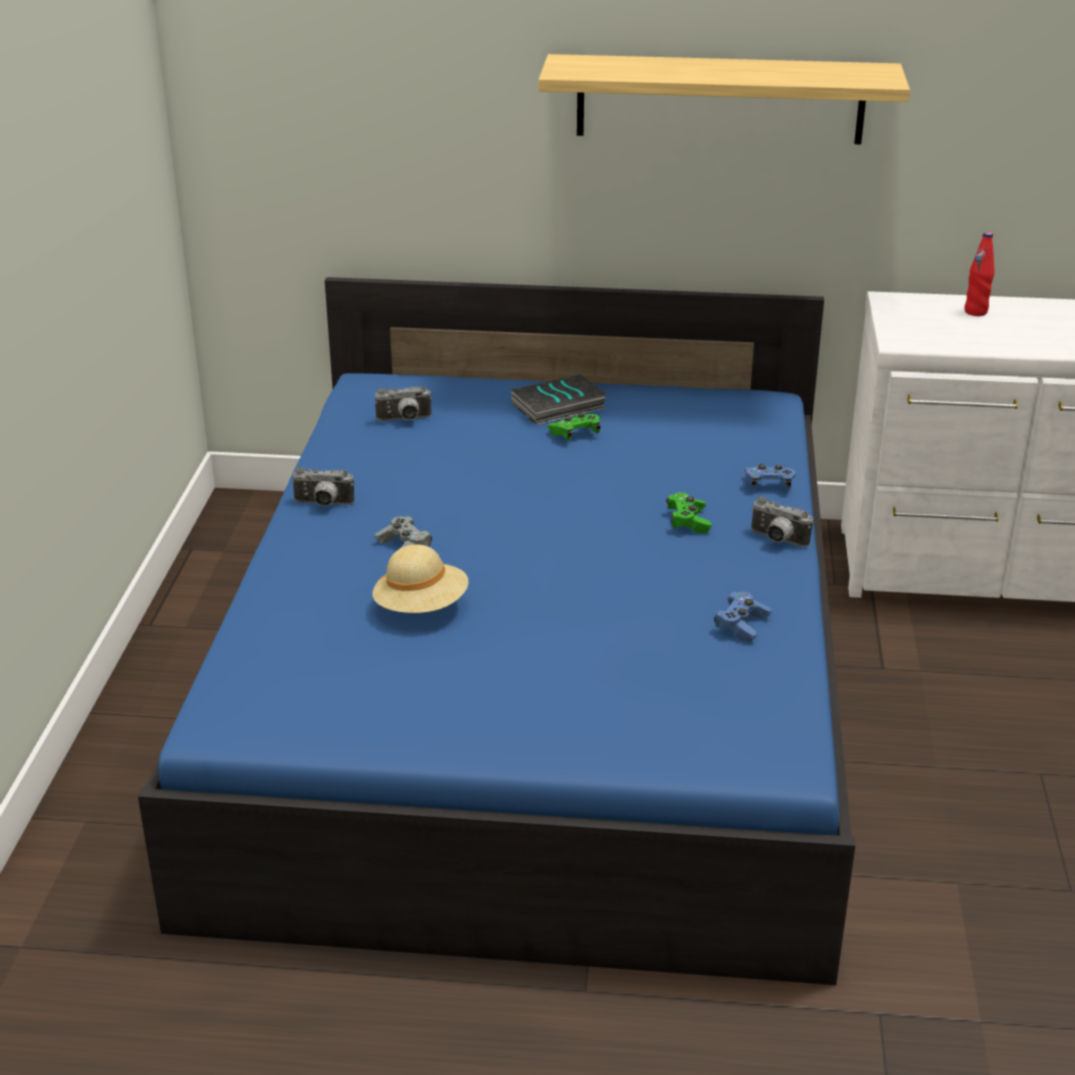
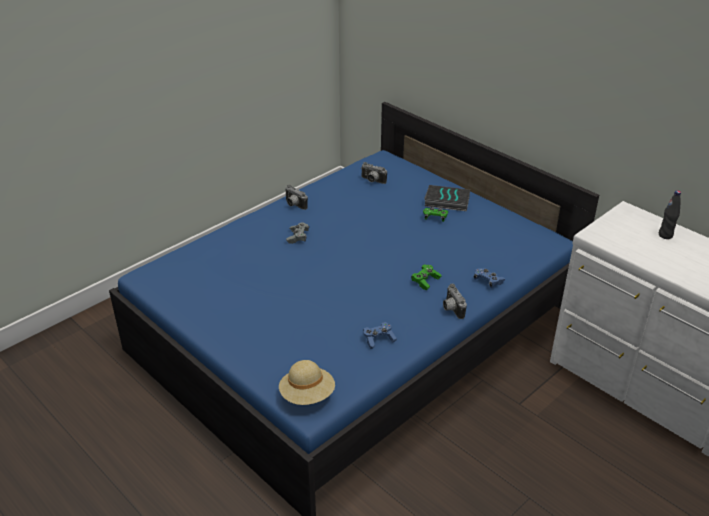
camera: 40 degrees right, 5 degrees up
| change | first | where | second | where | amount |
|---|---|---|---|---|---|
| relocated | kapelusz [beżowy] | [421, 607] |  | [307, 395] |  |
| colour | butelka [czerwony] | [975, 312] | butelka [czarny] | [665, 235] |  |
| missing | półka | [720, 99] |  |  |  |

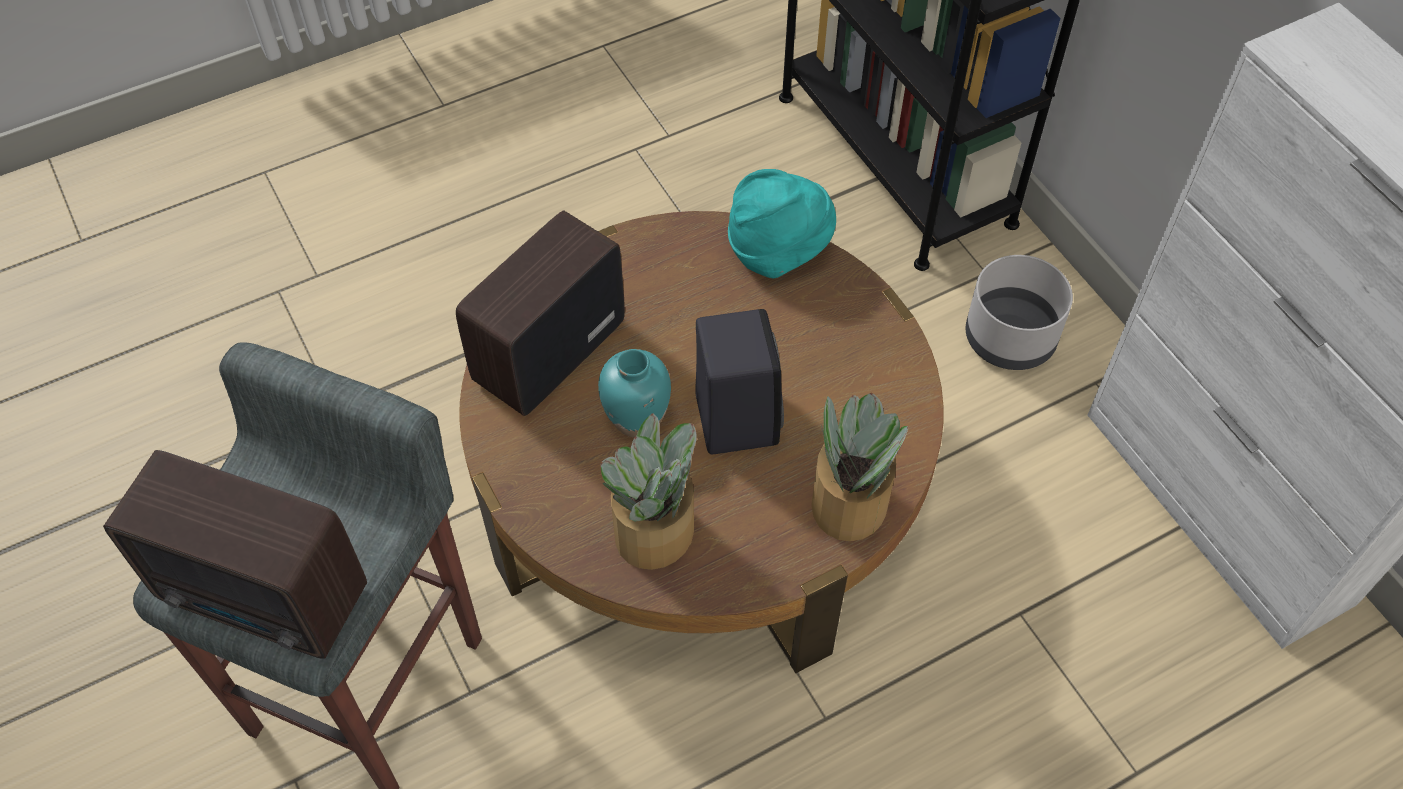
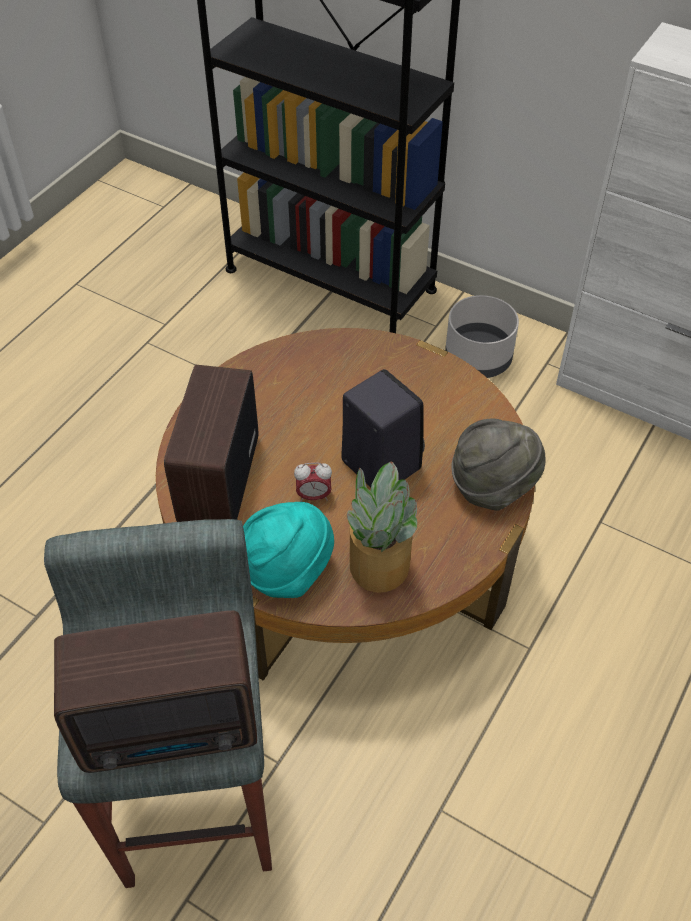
camera: 30 degrees left, 5 degrees down
| change | first | where | second | where | amount |
|---|---|---|---|---|---|
| relocated | kapelusz [turkusowy] | [778, 251] |  | [286, 569] |  |
| exchanged | wazon [turkusowy] | [637, 419] | budzik | [313, 496] |  |
| exchanged | roślina doniczkowa | [848, 506] | kapelusz [szary] | [493, 485] |  |

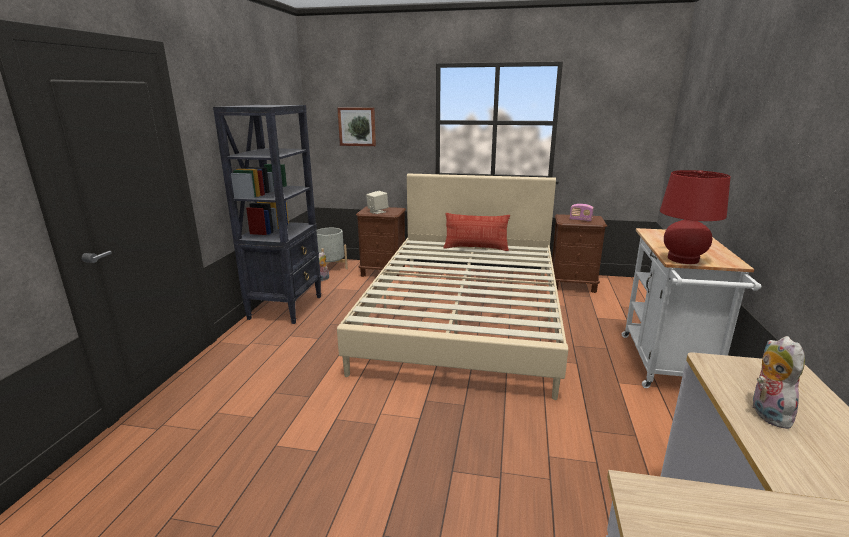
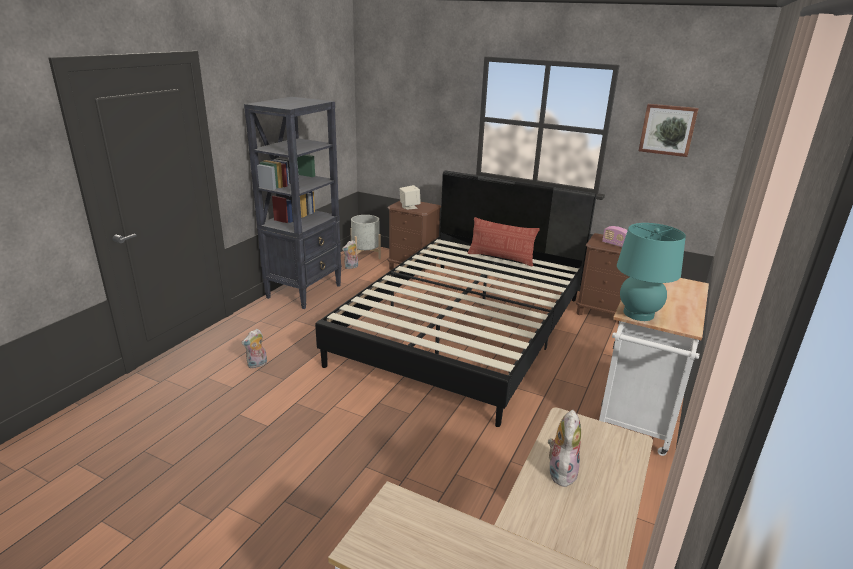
camera: 15 degrees right, 5 degrees up
| change | first | where | second | where | amount |
|---|---|---|---|---|---|
| appeared |  |  | pluszak | [257, 365] |  |
| colour | łóżko [beżowy] | [465, 317] | łóżko [czarny] | [465, 329] |  |
| colour | lampa stołowa [czerwony] | [683, 259] | lampa stołowa [turkusowy] | [638, 314] |  |
| relocated | obraz | [357, 126] |  | [667, 129] |  |

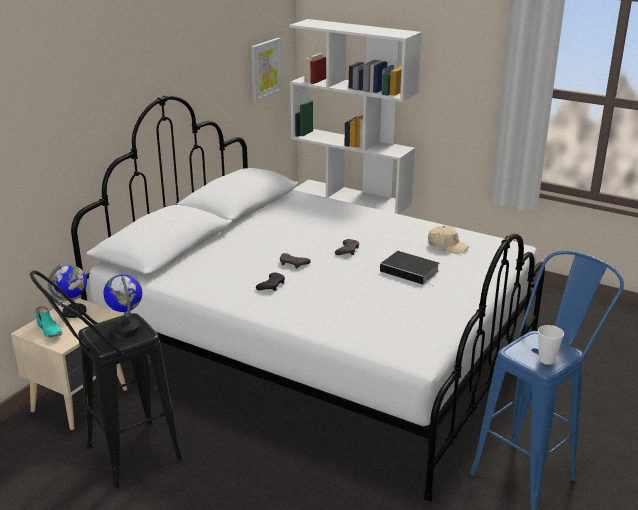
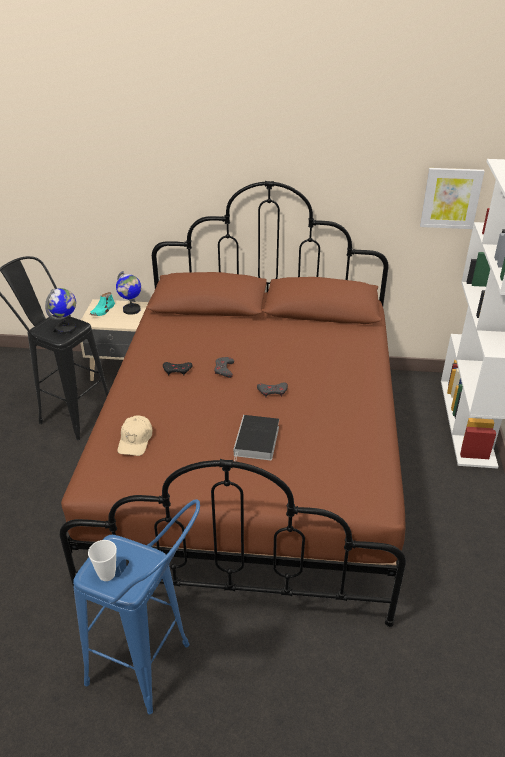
camera: 65 degrees right, 10 degrees up
| change | first | where | second | where | amount |
|---|---|---|---|---|---|
| colour | łóżko [biały] | [319, 354] | łóżko [brązowy] | [253, 464] |  |
| relocated | czapka z daszkiem [beżowy] | [447, 246] |  | [135, 440] |  |

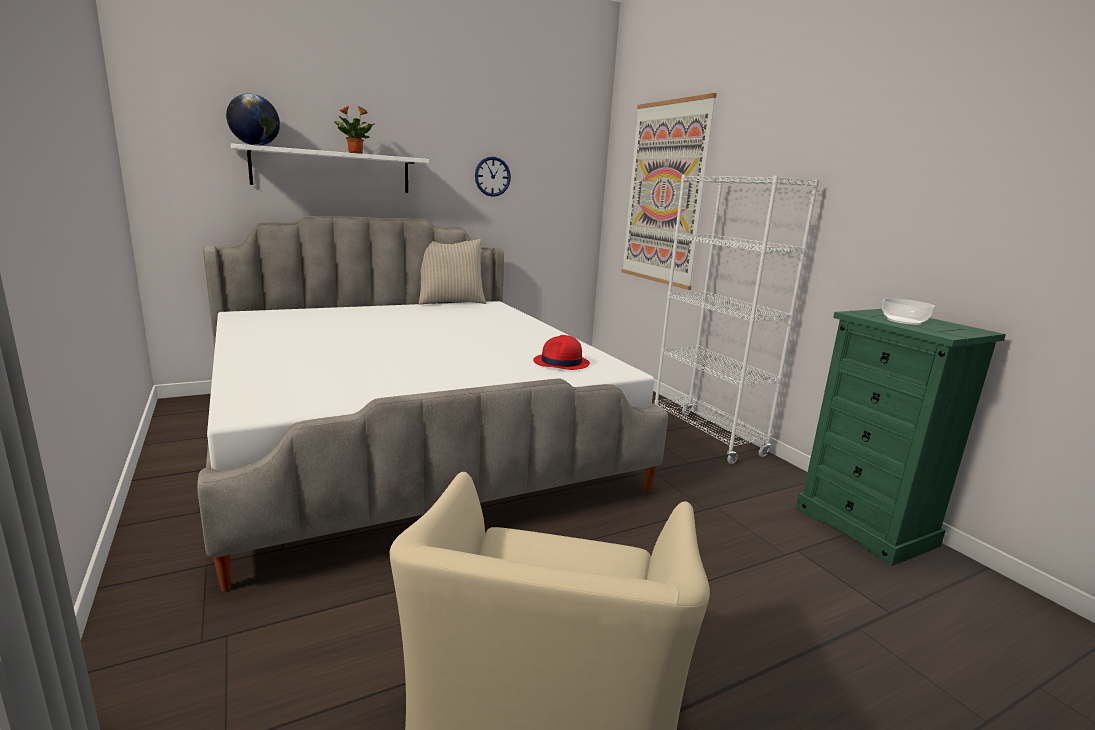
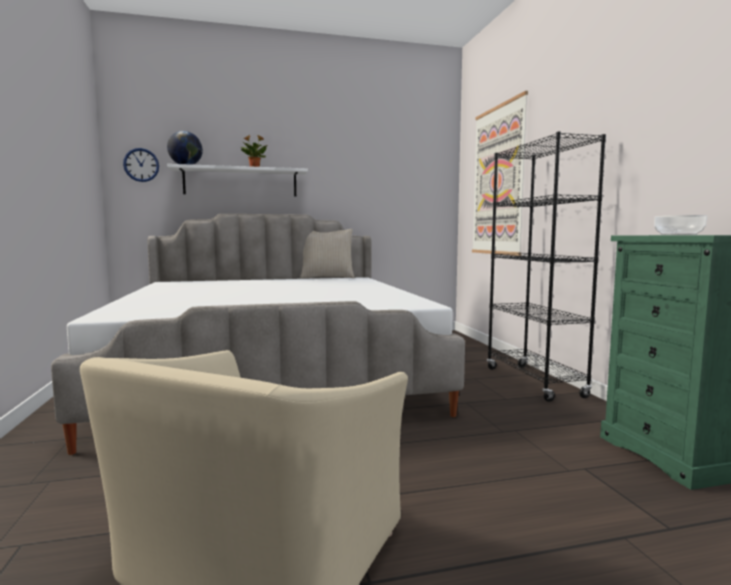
camera: 15 degrees right, 10 degrees down
| change | first | where | second | where | amount |
|---|---|---|---|---|---|
| relocated | zegar ścienny | [492, 176] |  | [141, 165] |  |
| colour | regał [biały] | [706, 437] | regał [czarny] | [534, 382] |  |
| missing | kapelusz [czerwony] | [561, 363] |  |  |  |

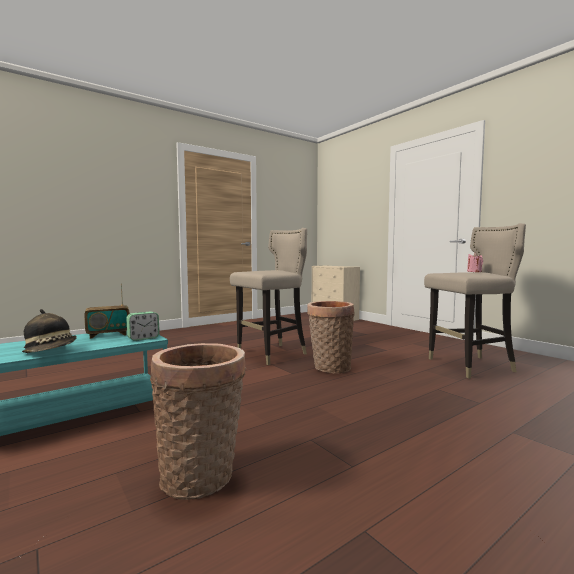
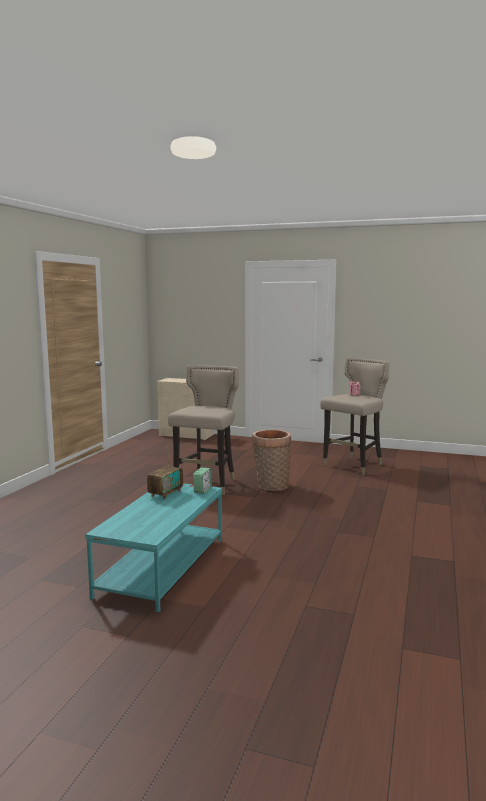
camera: 35 degrees left, 5 degrees up
| change | first | where | second | where | amount |
|---|---|---|---|---|---|
| missing | kapelusz | [51, 351] |  |  |  |
| missing | koszyk | [202, 475] |  |  |  |

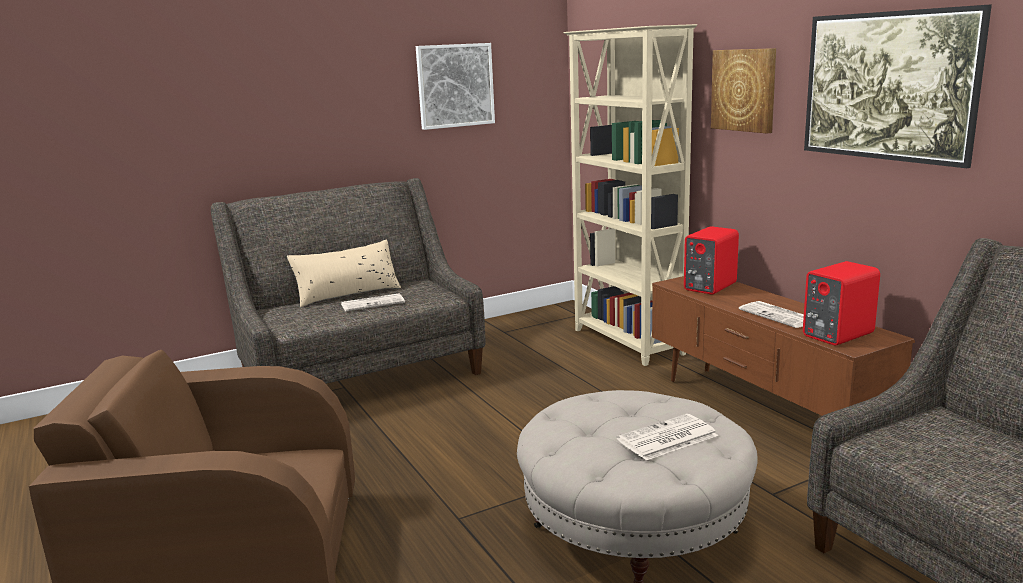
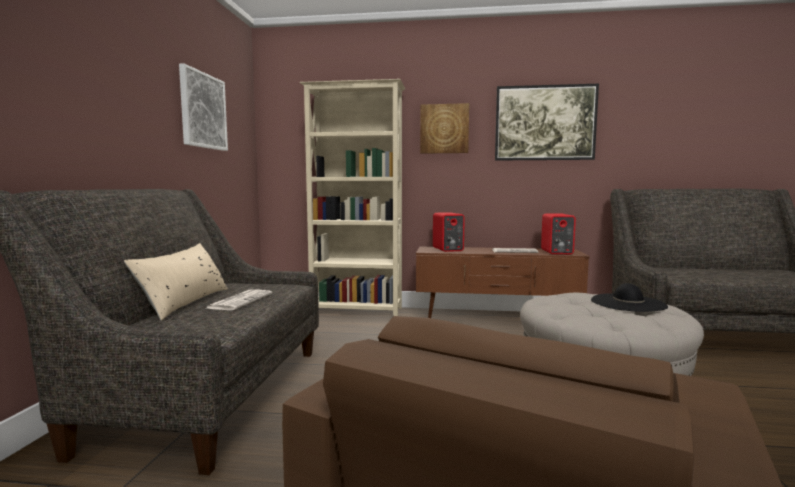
camera: 55 degrees left, 10 degrees down
| change | first | where | second | where | amount |
|---|---|---|---|---|---|
| exchanged | gazeta | [666, 438] | kapelusz [czarny] | [628, 303] |  |

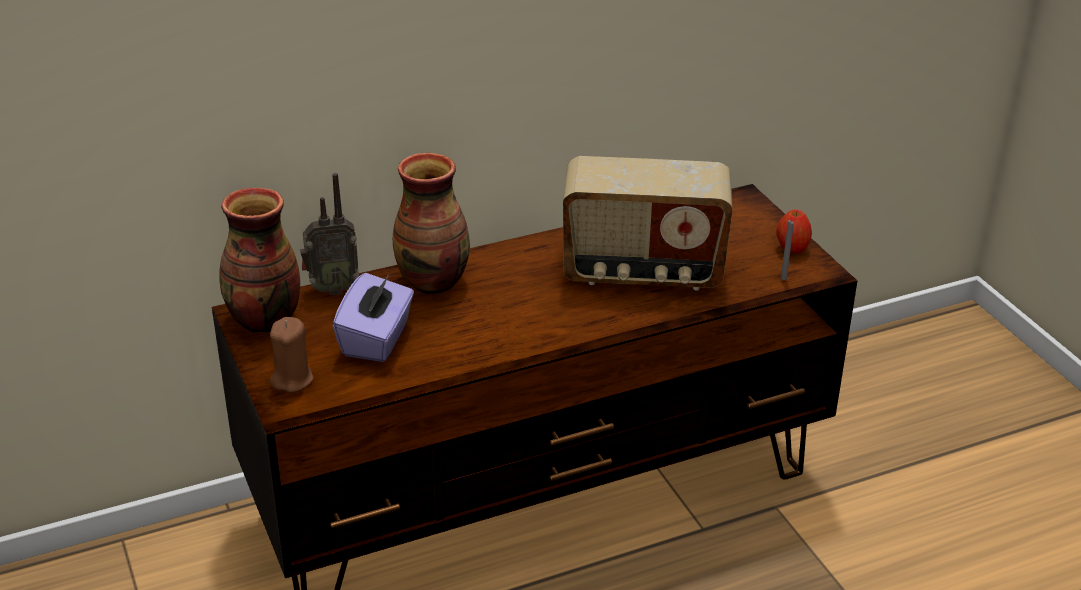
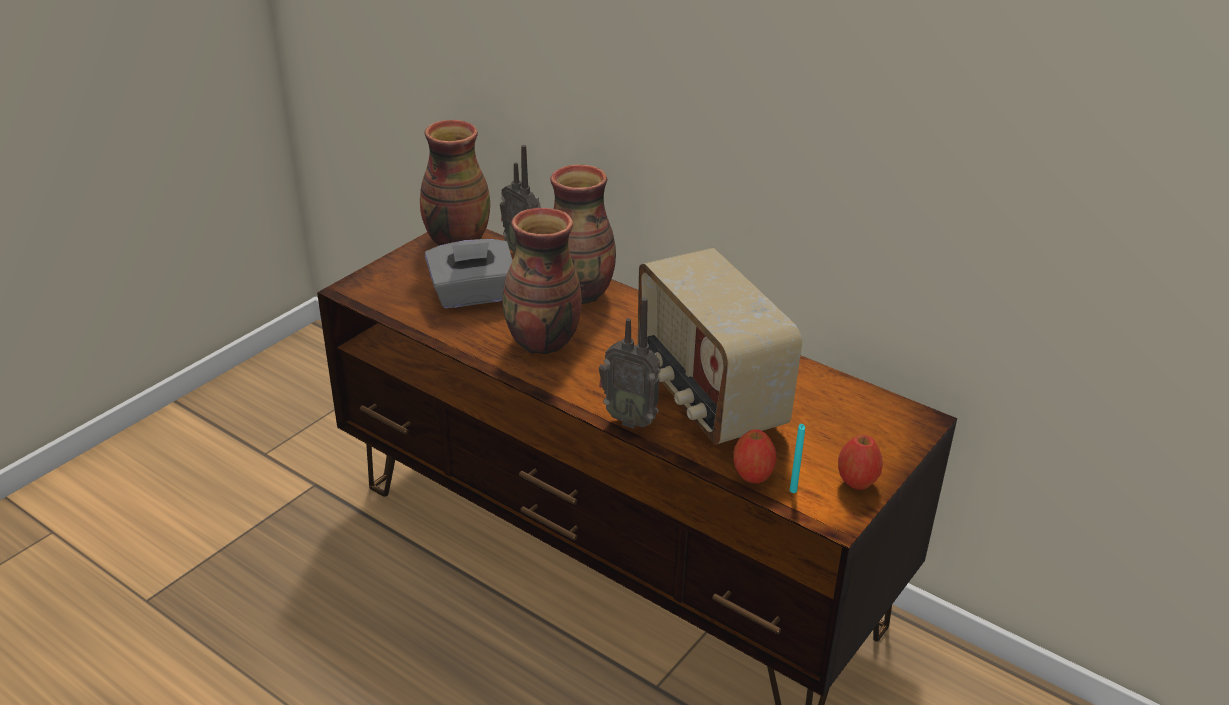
camera: 60 degrees right, 0 degrees up
| change | first | where | second | where | amount |
|---|---|---|---|---|---|
| colour | pudełko chusteczek [fioletowy] | [377, 339] | pudełko chusteczek [szary] | [472, 295] |  |
| appeared |  |  | wazon | [541, 342] |  |
| appeared |  |  | radio | [630, 418] |  |
| appeared |  |  | jabłko | [752, 475] |  |
| colour | świeca [szary] | [783, 278] | świeca [turkusowy] | [793, 490] |  |
| missing | świeca [brązowy] | [292, 379] |  |  |  |

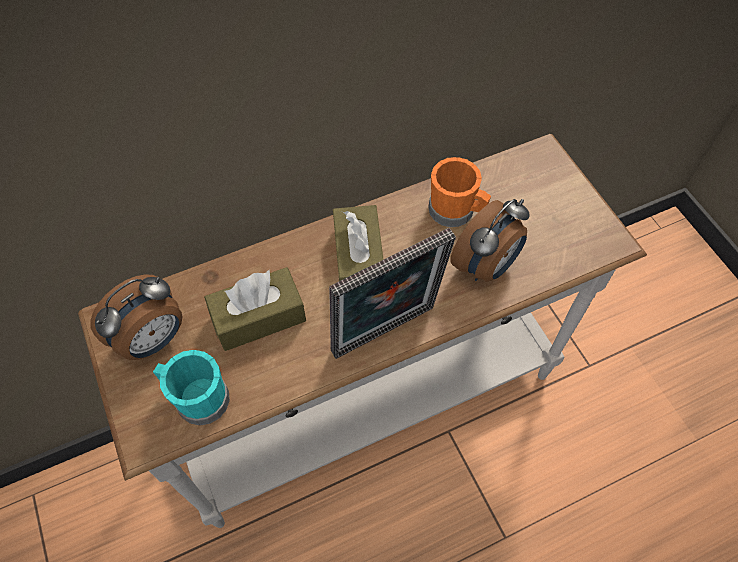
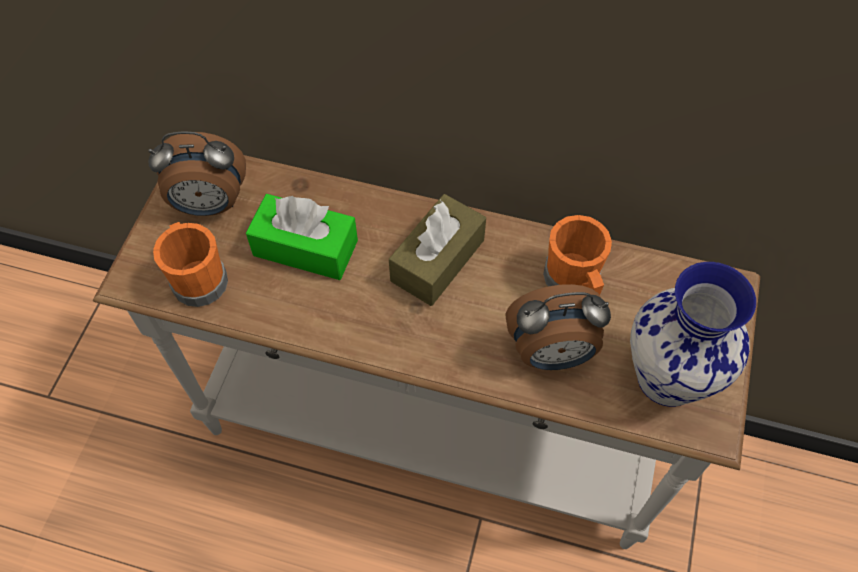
camera: 40 degrees right, 0 degrees up
| change | first | where | second | where | amount |
|---|---|---|---|---|---|
| colour | kubek [turkusowy] | [197, 397] | kubek [pomarańczowy] | [198, 277] |  |
| colour | pudełko chusteczek [brązowy] | [259, 317] | pudełko chusteczek [zielony] | [305, 248] |  |
| appeared |  |  | wazon | [665, 377] |  |
| missing | ramka na zdjęcie | [386, 335] |  |  |  |

